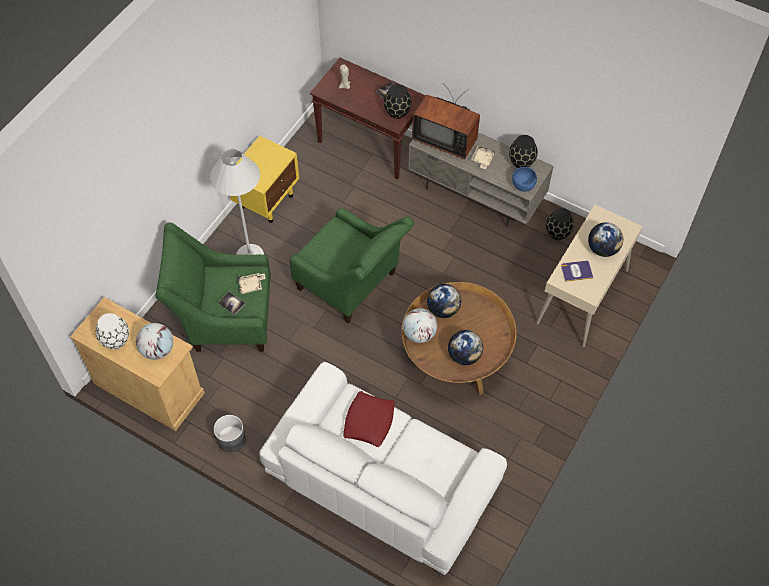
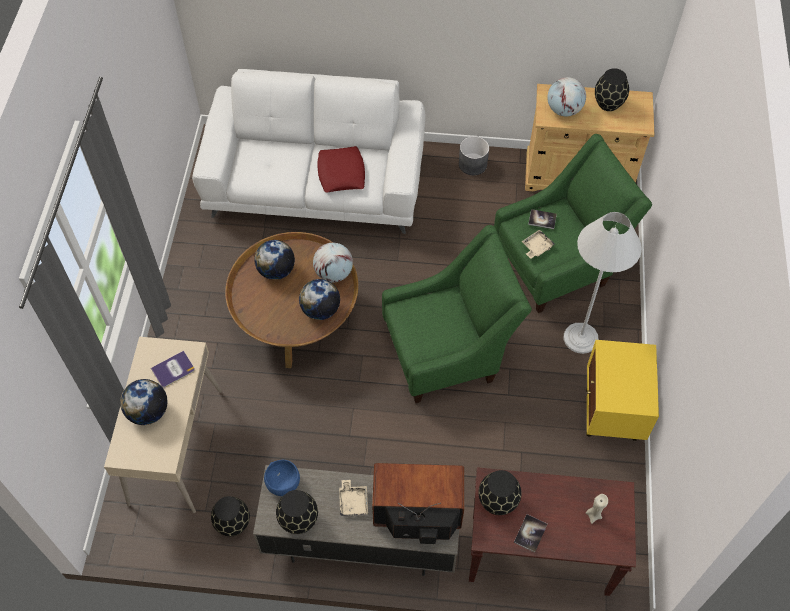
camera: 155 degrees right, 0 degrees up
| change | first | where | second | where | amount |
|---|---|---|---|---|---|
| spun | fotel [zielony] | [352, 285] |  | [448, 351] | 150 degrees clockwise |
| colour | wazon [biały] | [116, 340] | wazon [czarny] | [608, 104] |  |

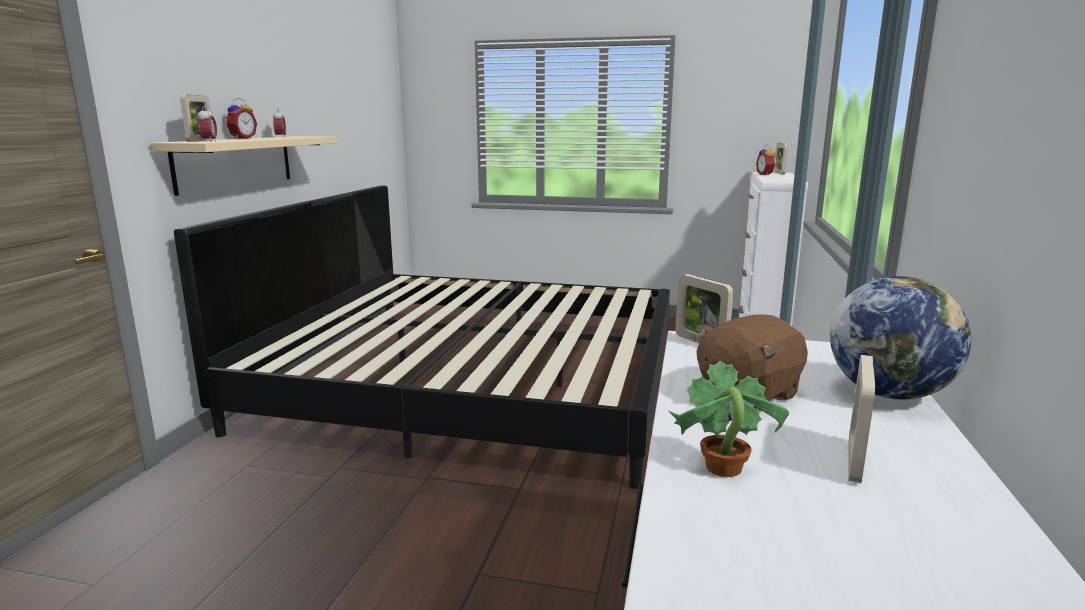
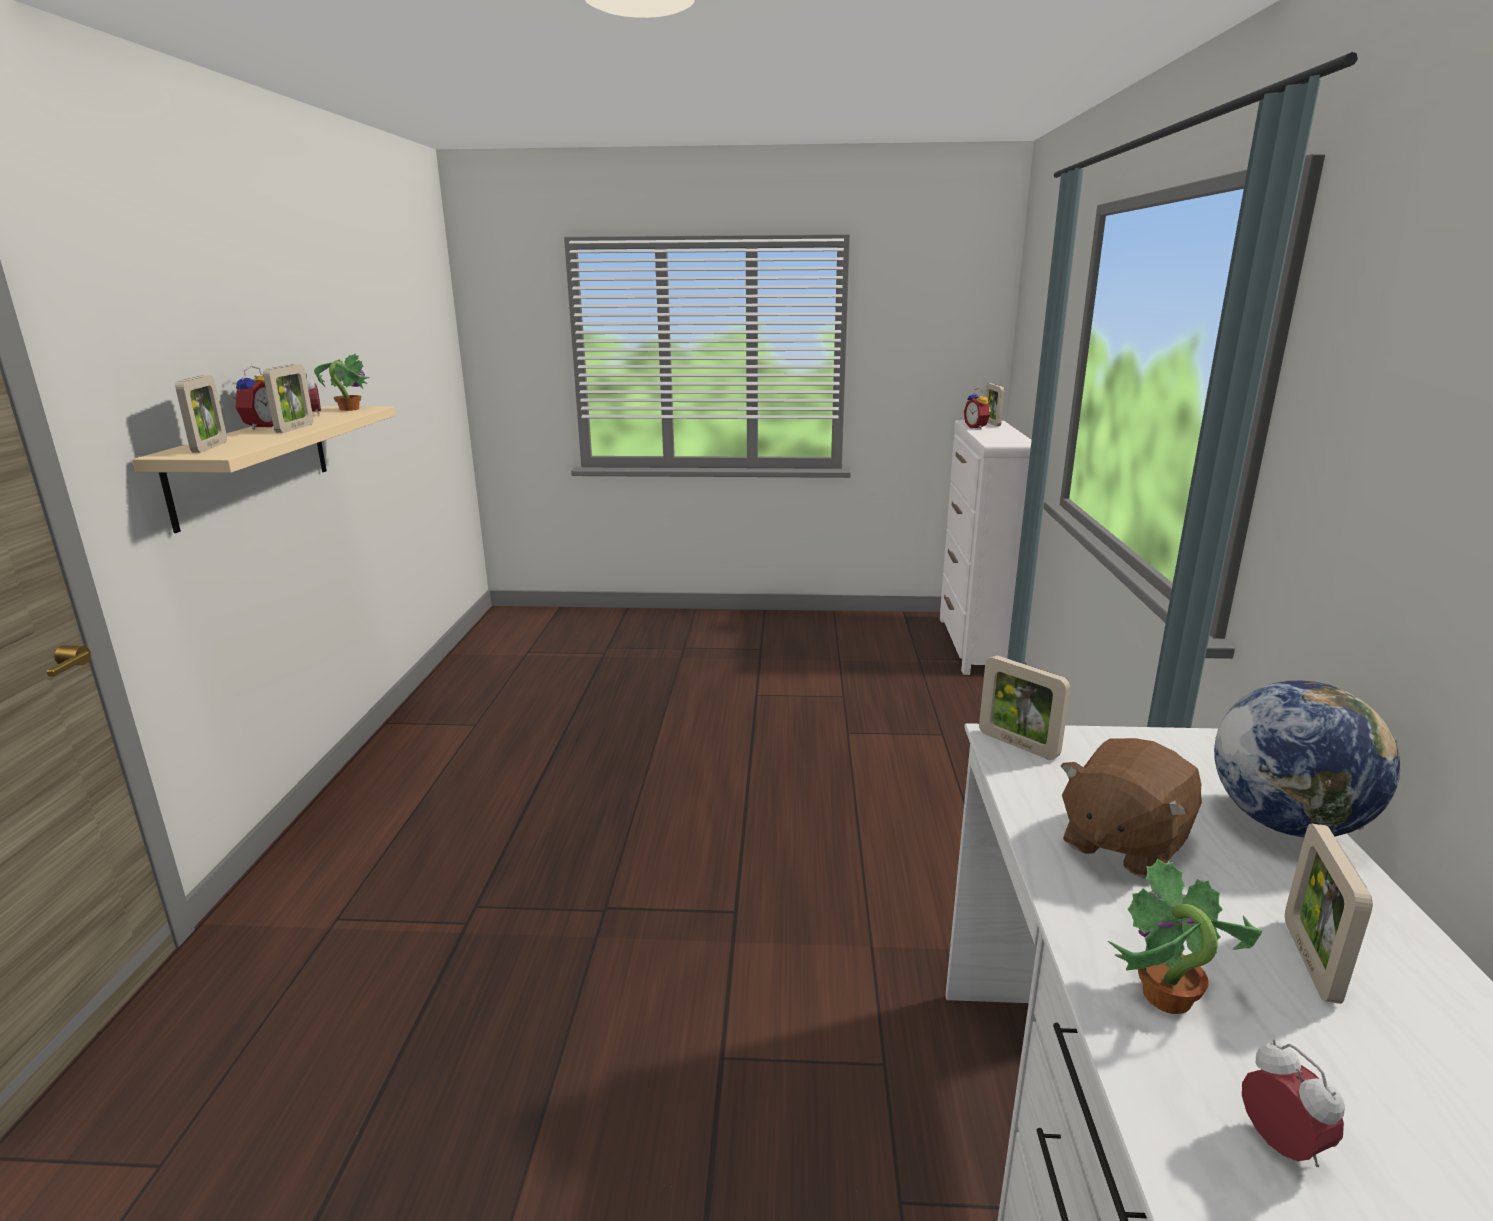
camera: 10 degrees left, 5 degrees up
| change | first | where | second | where | amount |
|---|---|---|---|---|---|
| appeared |  |  | ramka na zdjęcie | [295, 428] |  |
| appeared |  |  | roślina doniczkowa | [348, 409] |  |
| relocated | budzik | [209, 141] |  | [1280, 1145] |  |
| missing | łóżko | [476, 381] |  |  |  |

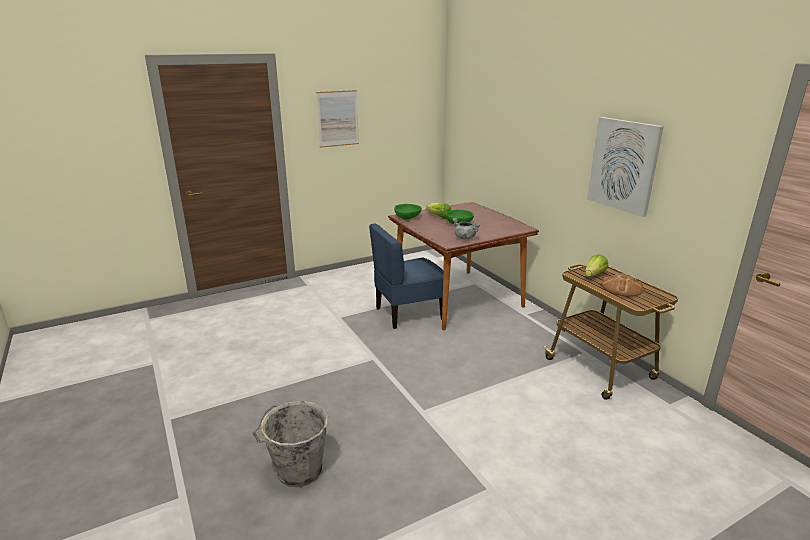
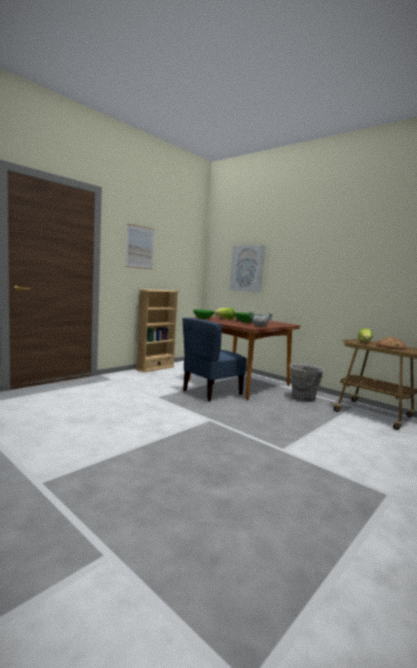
camera: 20 degrees left, 15 degrees down
| change | first | where | second | where | amount |
|---|---|---|---|---|---|
| appeared |  |  | regał [beżowy] | [155, 368] |  |
| relocated | obraz | [623, 165] |  | [247, 268] |  |
| relocated | wiadro [szary] | [297, 471] |  | [302, 398] |  |

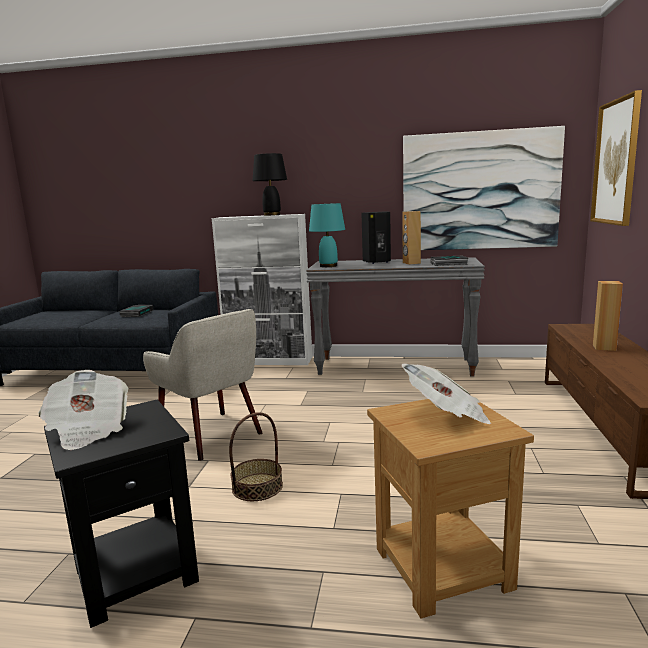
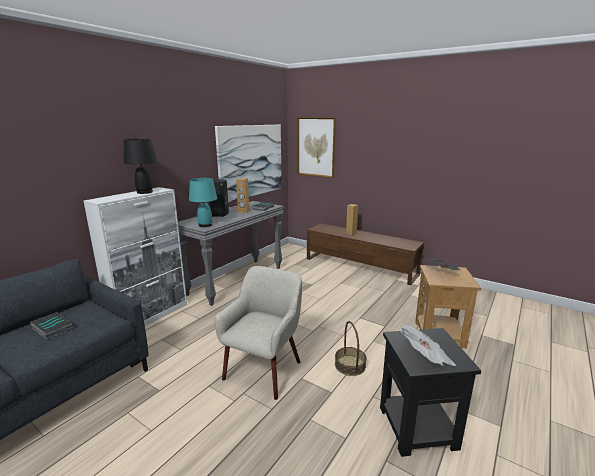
camera: 65 degrees left, 5 degrees up
| change | first | where | second | where | amount |
|---|---|---|---|---|---|
| spun | fotel [beżowy] | [212, 435] |  | [264, 370] | 45 degrees counterclockwise |

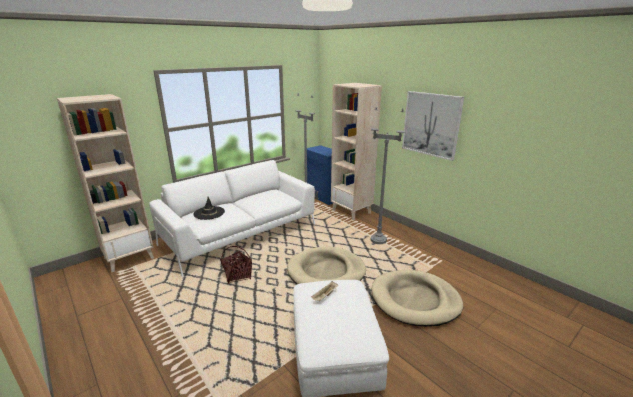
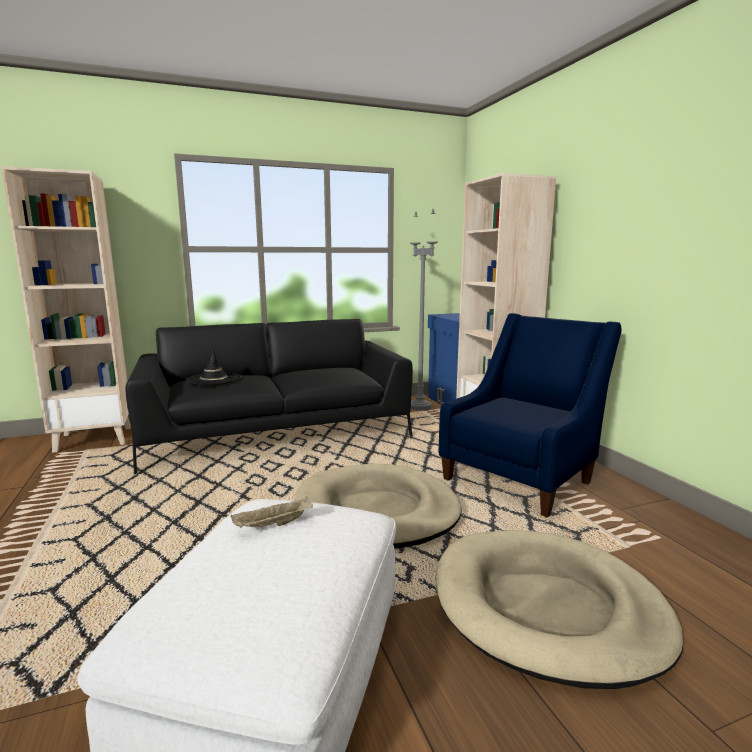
camera: 20 degrees right, 10 degrees down
| change | first | where | second | where | amount |
|---|---|---|---|---|---|
| colour | kanapa [biały] | [240, 234] | kanapa [czarny] | [276, 433] |  |
| exchanged | lampa stojąca [szary] | [378, 240] | fotel [niebieski] | [522, 477] |  |
| missing | koszyk | [237, 275] |  |  |  |
| missing | obraz | [431, 124] |  |  |  |

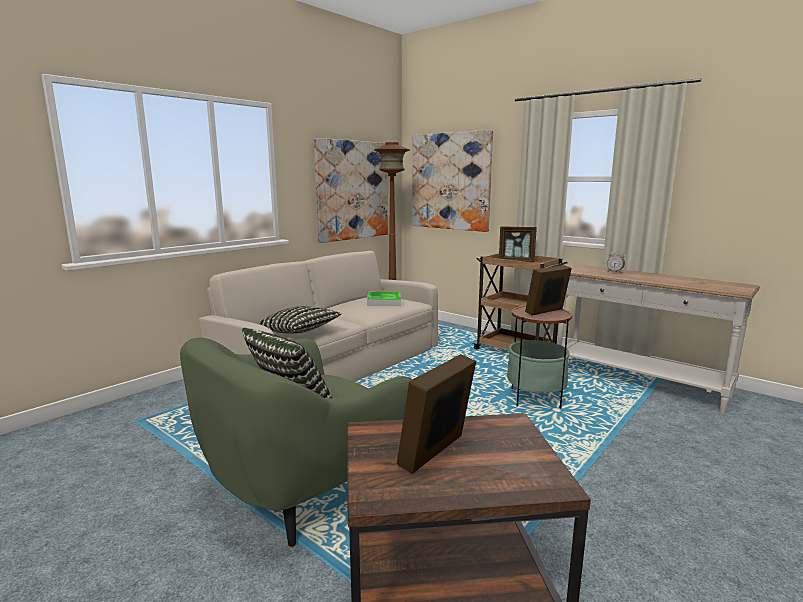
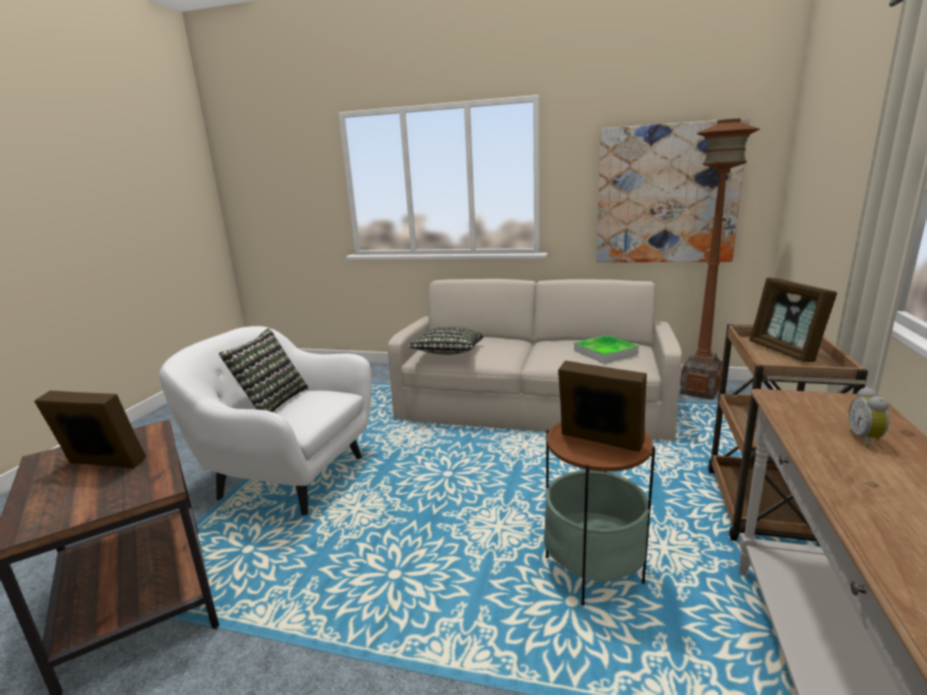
camera: 65 degrees right, 5 degrees up
| change | first | where | second | where | amount |
|---|---|---|---|---|---|
| colour | fotel [zielony] | [302, 490] | fotel [biały] | [288, 476] |  |
| missing | obraz | [450, 181] |  |  |  |

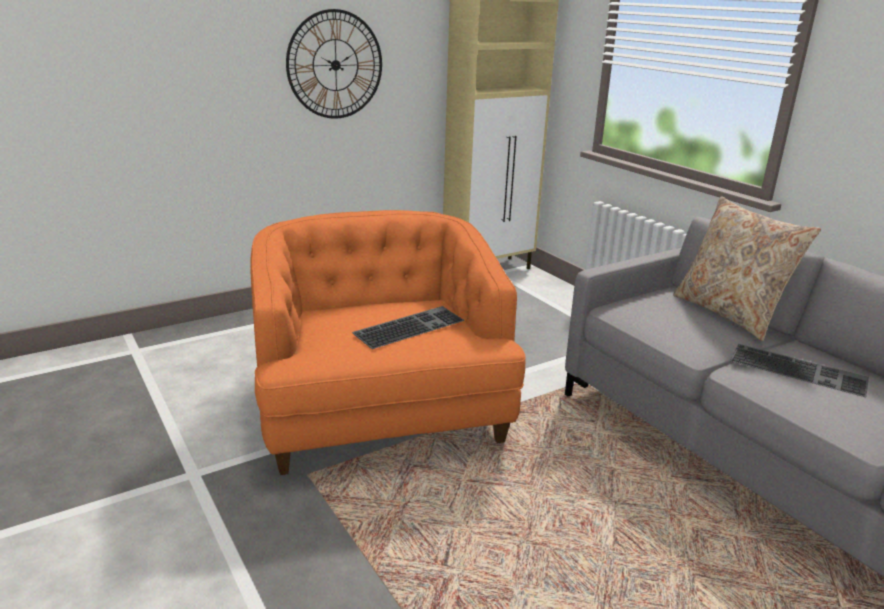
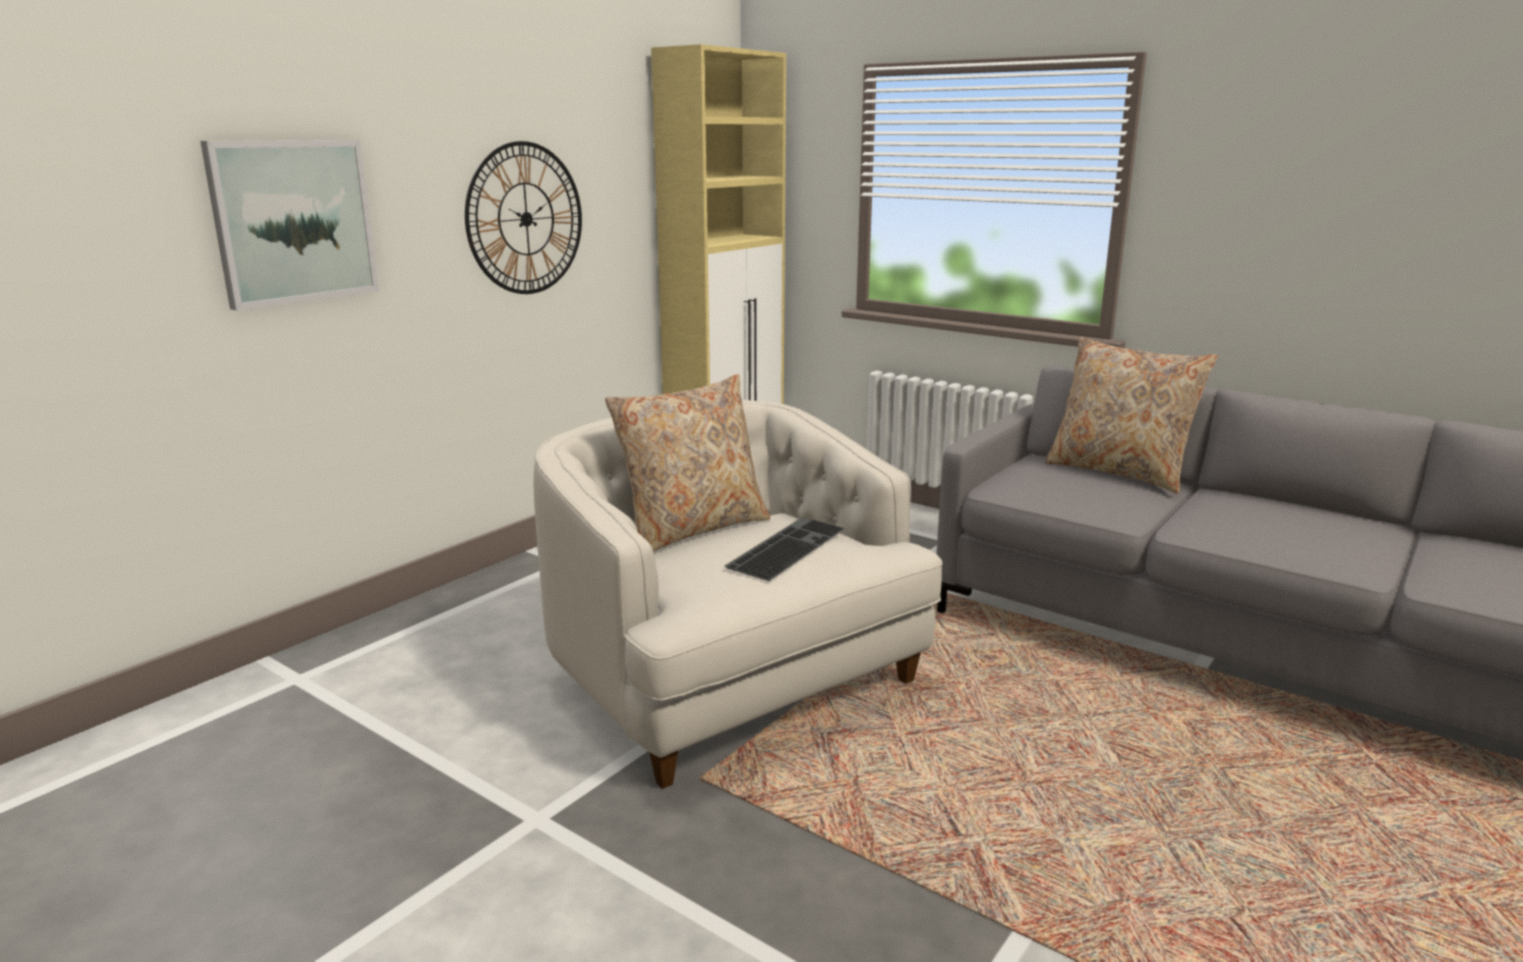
camera: 20 degrees left, 5 degrees down
| change | first | where | second | where | amount |
|---|---|---|---|---|---|
| appeared |  |  | obraz | [293, 221] |  |
| colour | fotel [pomarańczowy] | [380, 412] | fotel [biały] | [731, 681] |  |
| appeared |  |  | poduszka [beżowy] | [692, 529] |  |
| missing | klawiatura | [799, 369] |  |  |  |

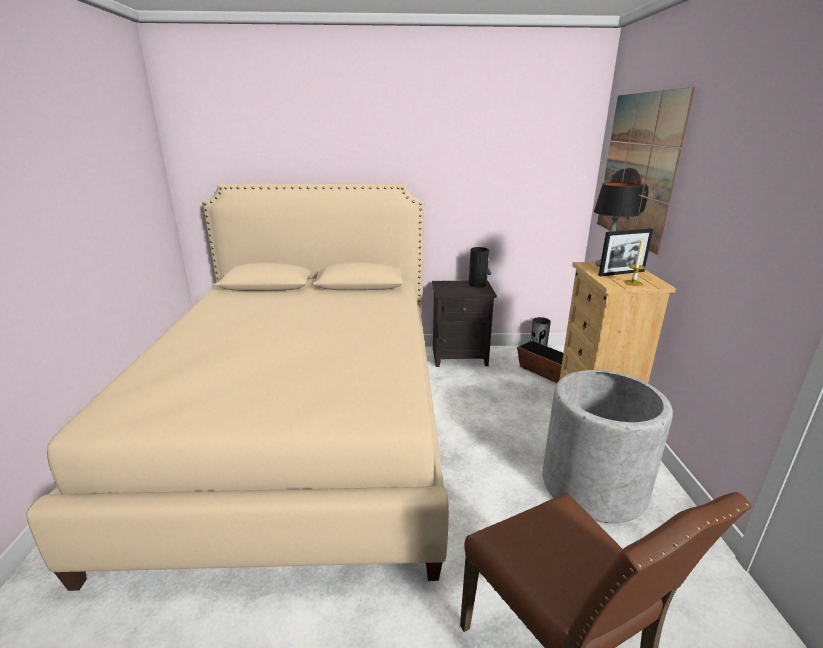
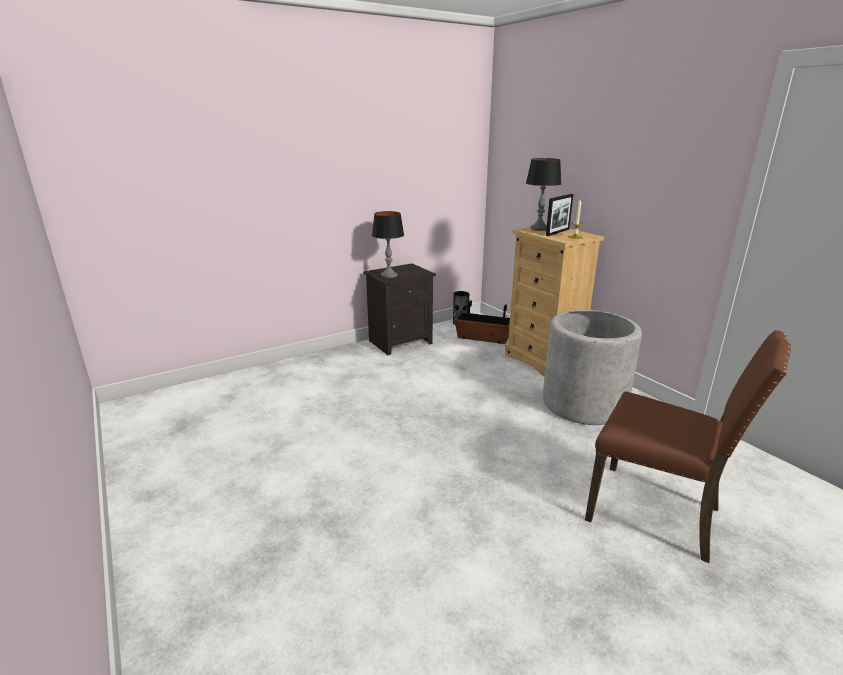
camera: 30 degrees left, 0 degrees up
| change | first | where | second | where | amount |
|---|---|---|---|---|---|
| appeared |  |  | lampa stołowa | [388, 275] |  |
| missing | łóżko [beżowy] | [303, 427] |  |  |  |
| missing | wazon | [477, 284] |  |  |  |
| missing | obraz | [638, 168] |  |  |  |

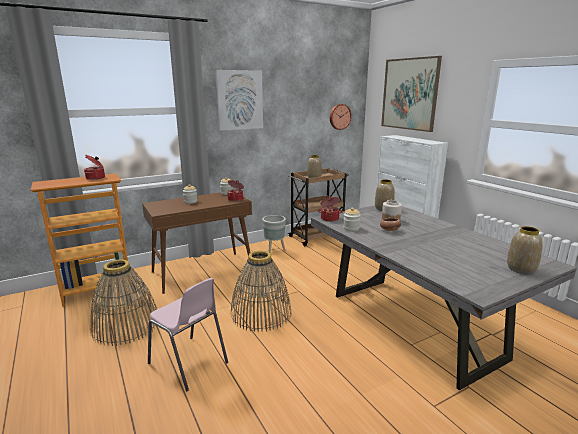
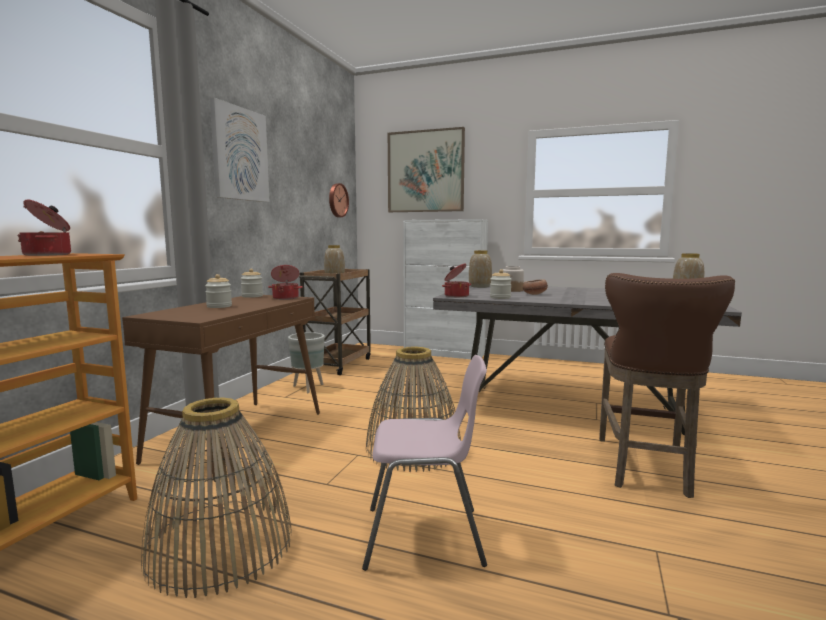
camera: 40 degrees left, 10 degrees down
| change | first | where | second | where | amount |
|---|---|---|---|---|---|
| appeared |  |  | stołek [brązowy] | [644, 468] |  |

